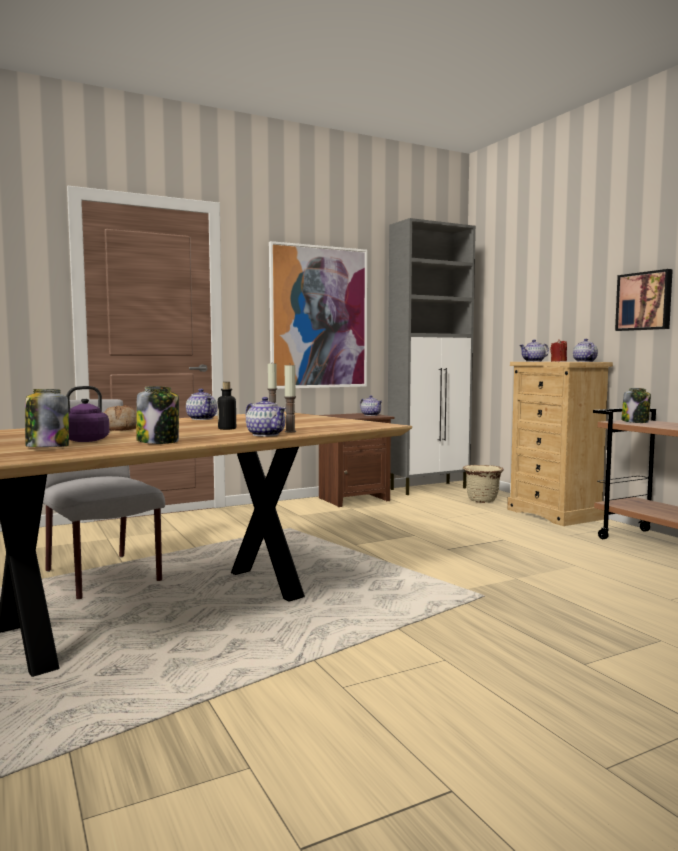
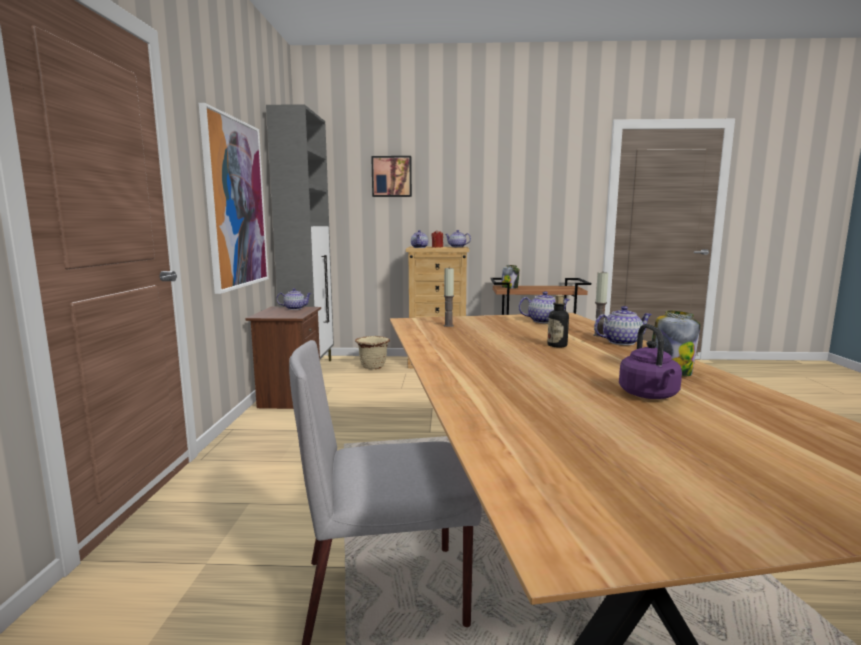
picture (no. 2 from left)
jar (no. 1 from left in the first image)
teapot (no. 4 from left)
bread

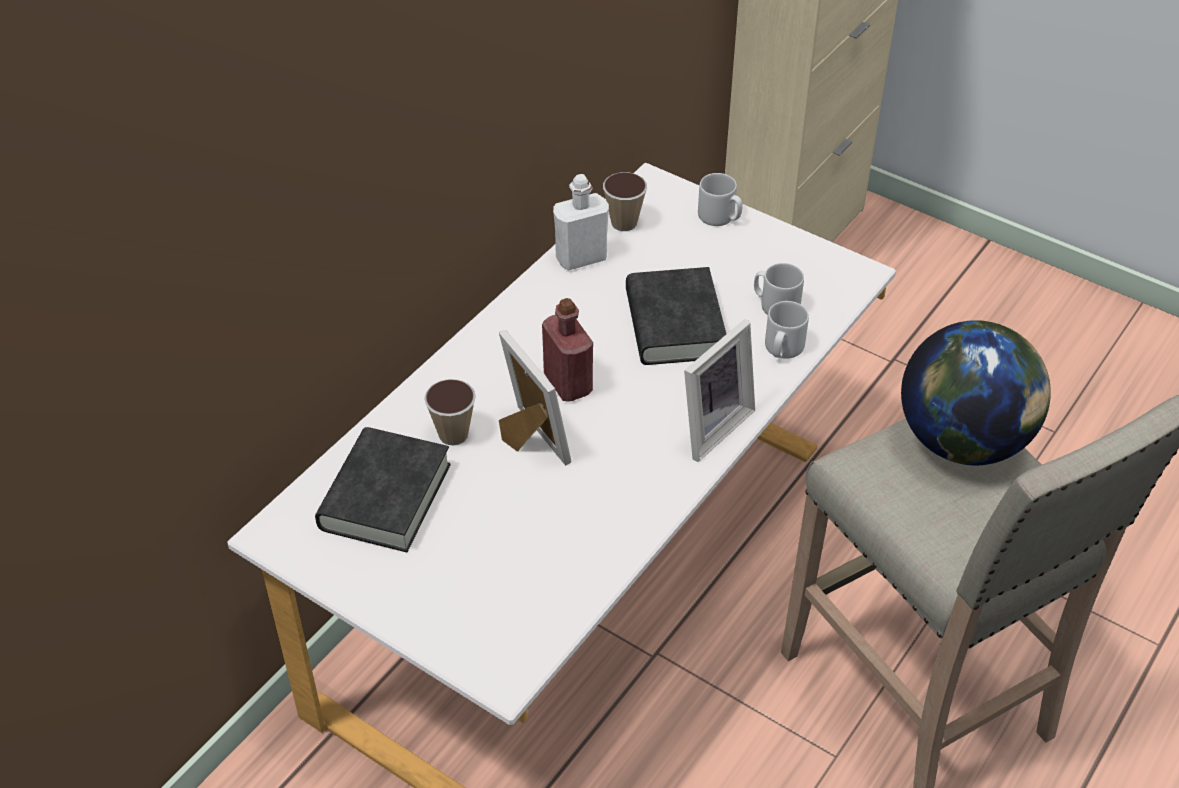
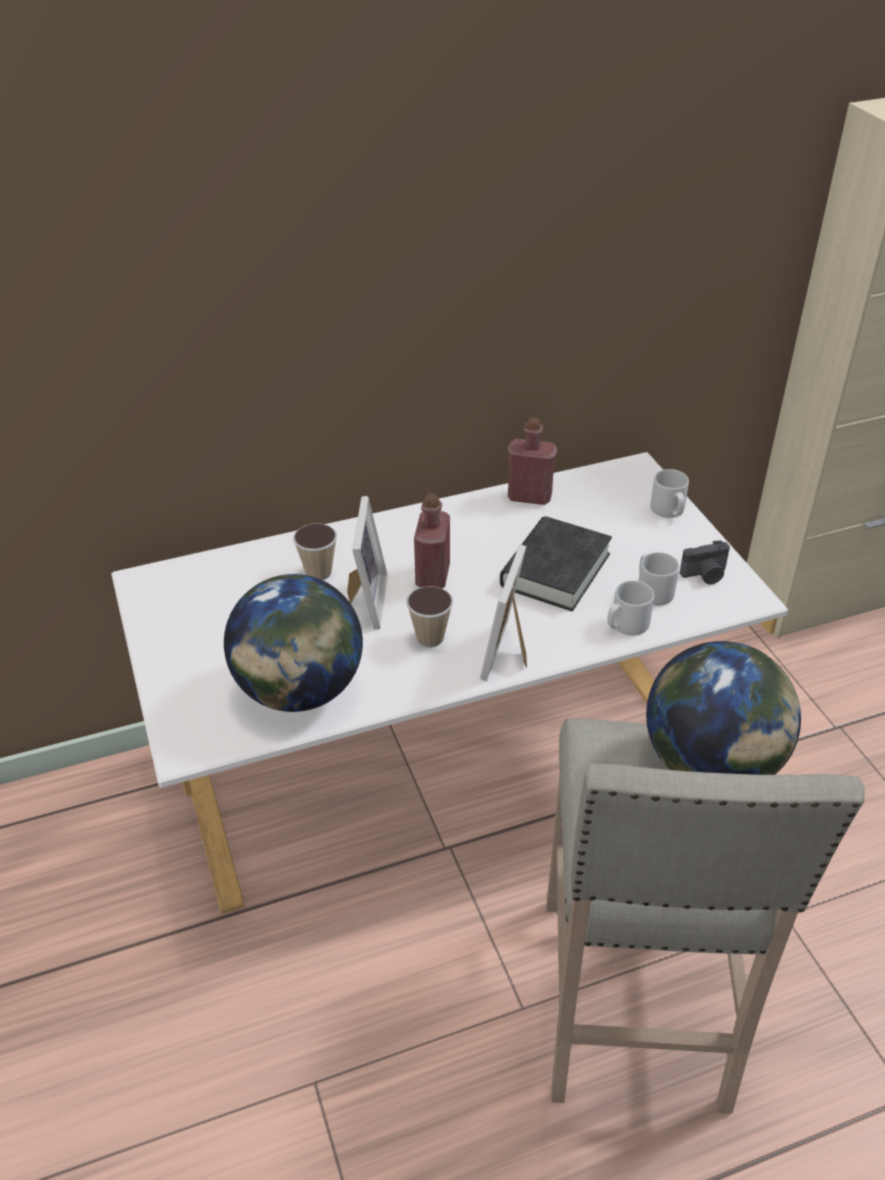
cup (no. 2 from left)
red_bottle (no. 2 from left)
picture_frame (no. 2 from left)
black_book (no. 1 from left in the first image)
photo_camera
globe (no. 1 from left)

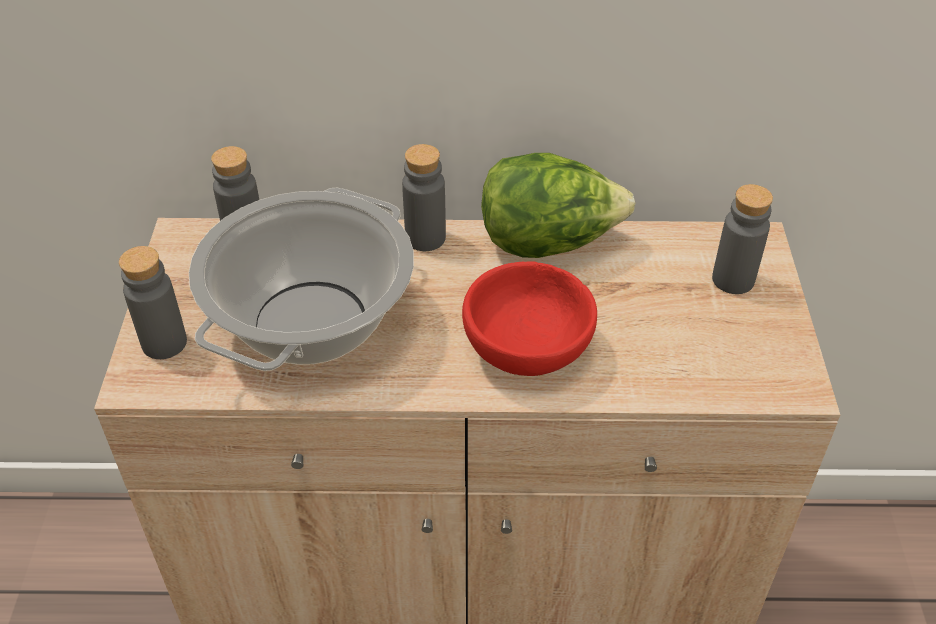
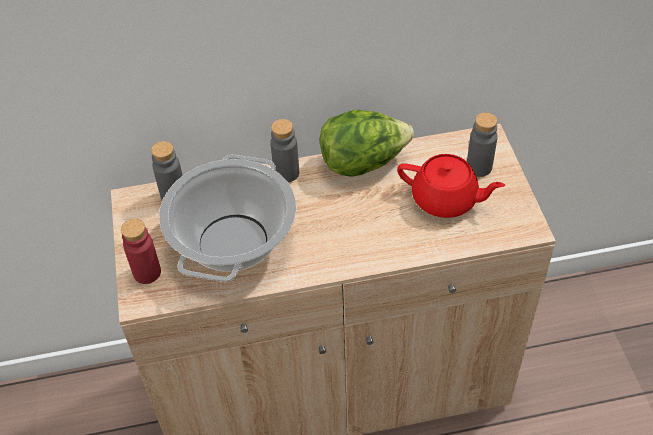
red_bottle
red_bowl
red_teapot

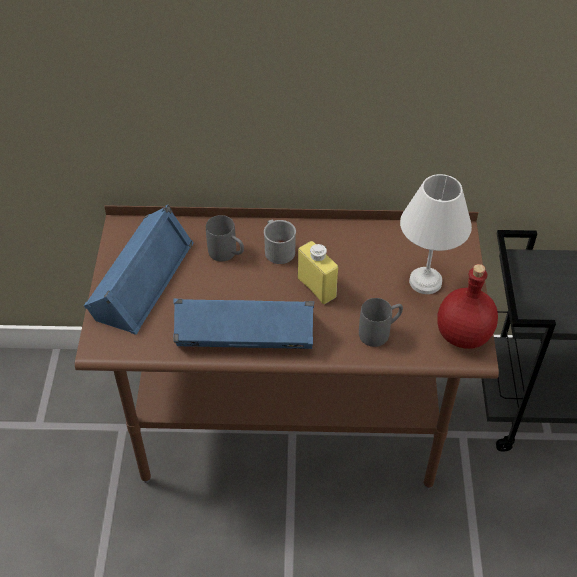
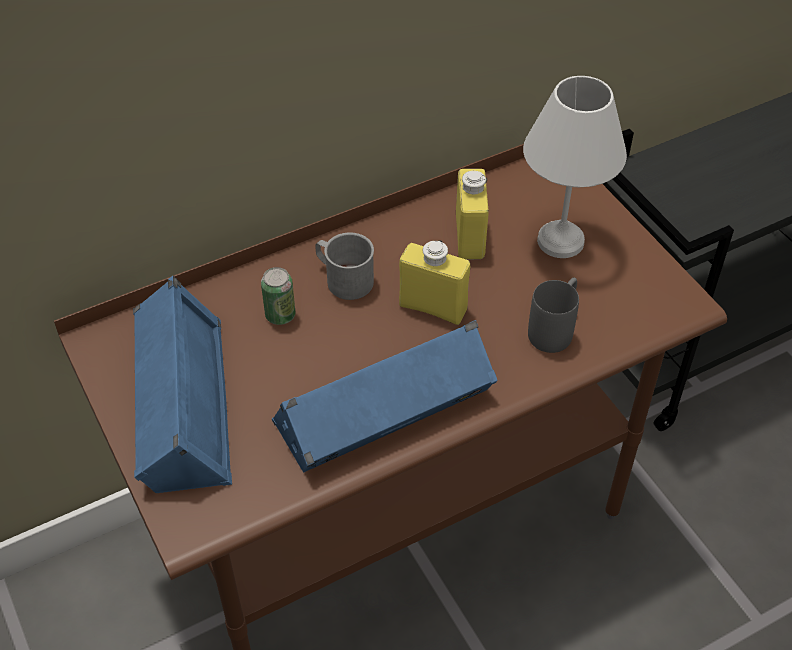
can
red_bottle
yellow_bottle (no. 2 from left)

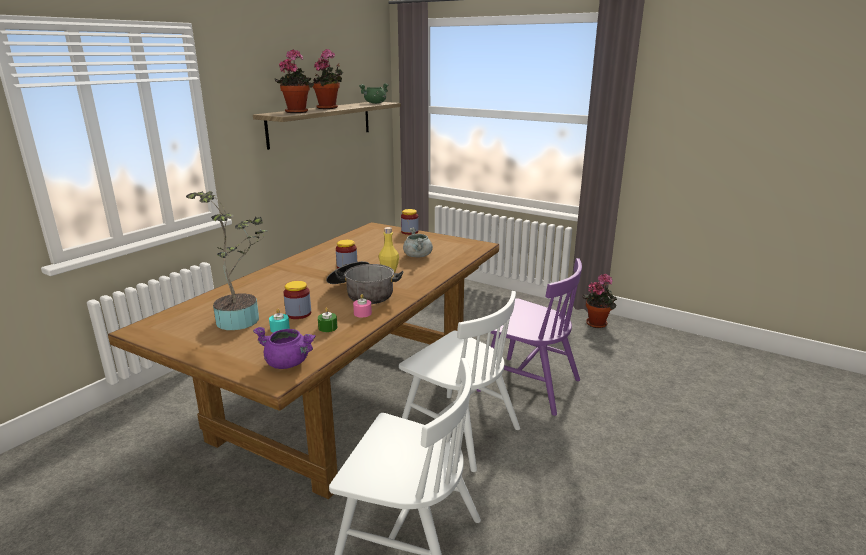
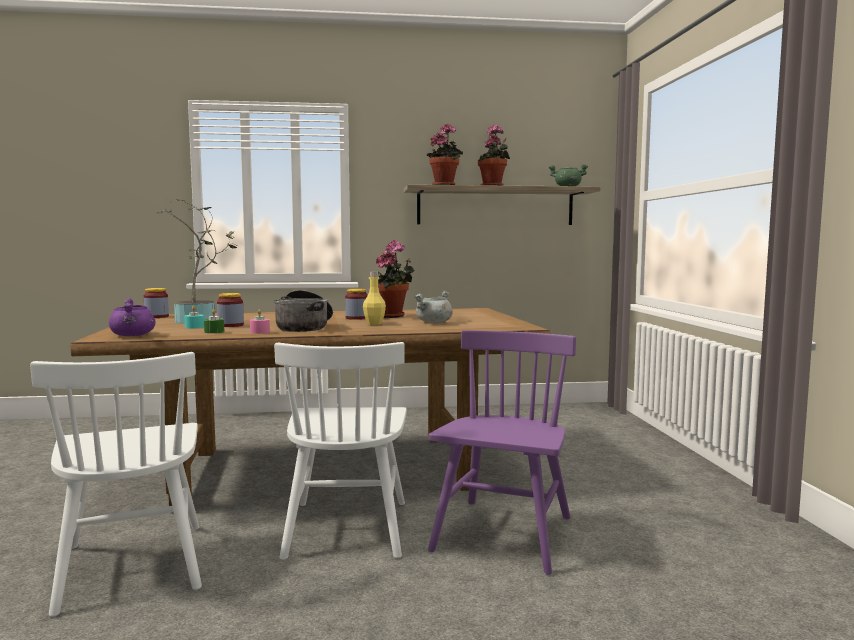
jar (no. 1 from left)
purple_chair
potted_plant (no. 2 from left)

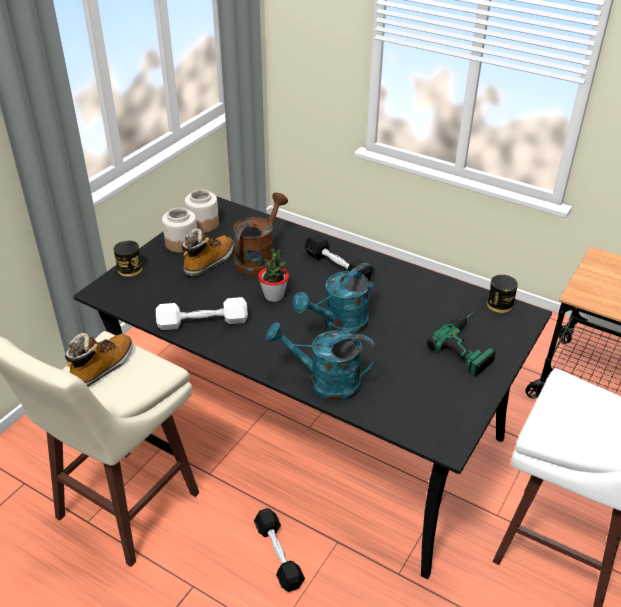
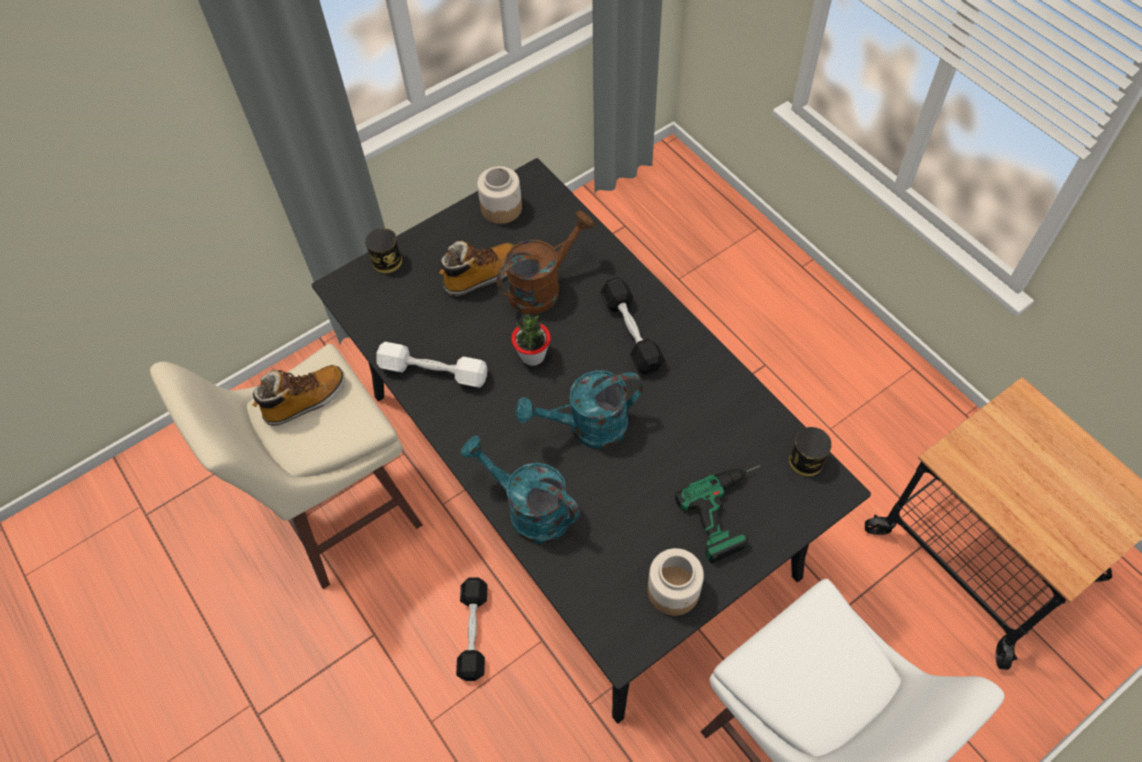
jar (no. 2 from left)

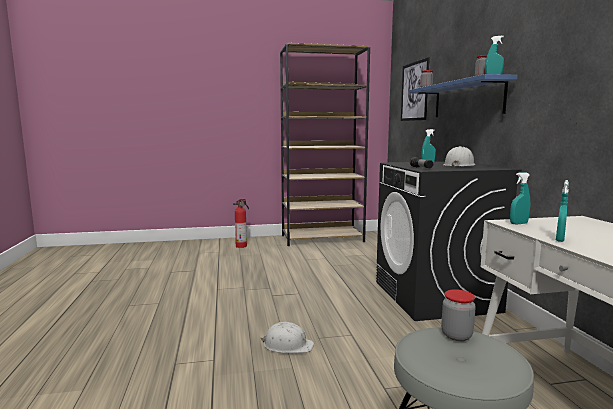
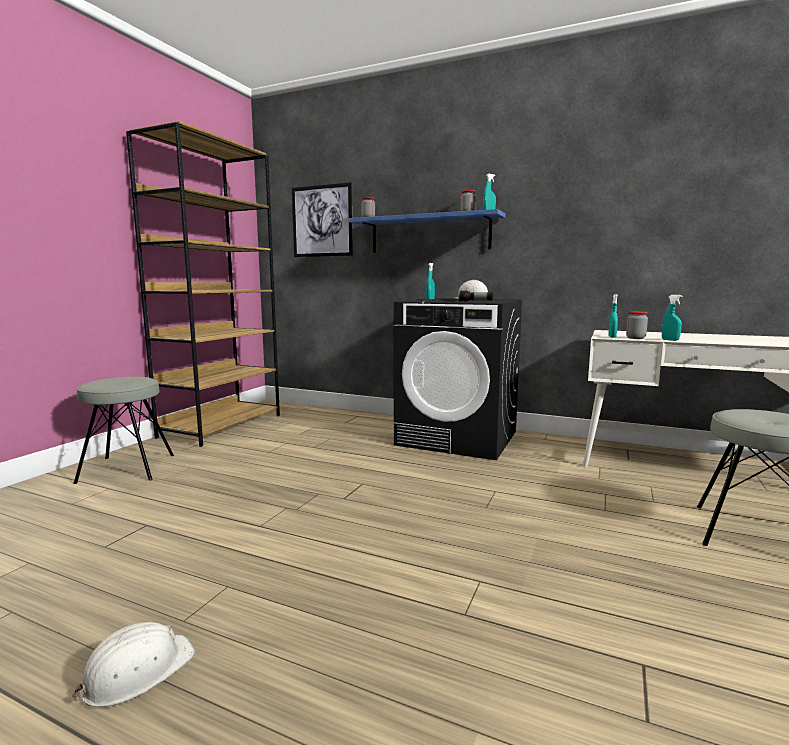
grey_stool (no. 1 from left)
jar (no. 3 from left)
white_hard_hat (no. 1 from left)

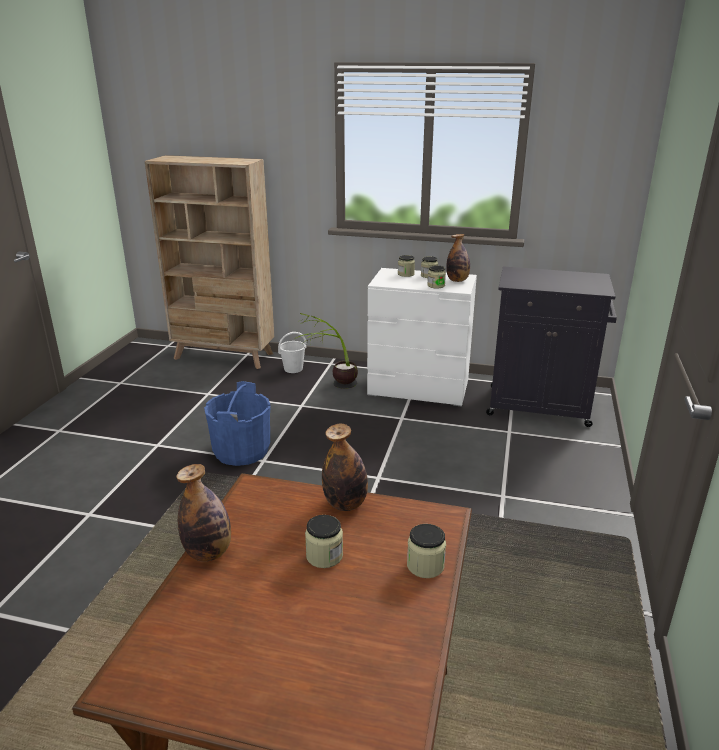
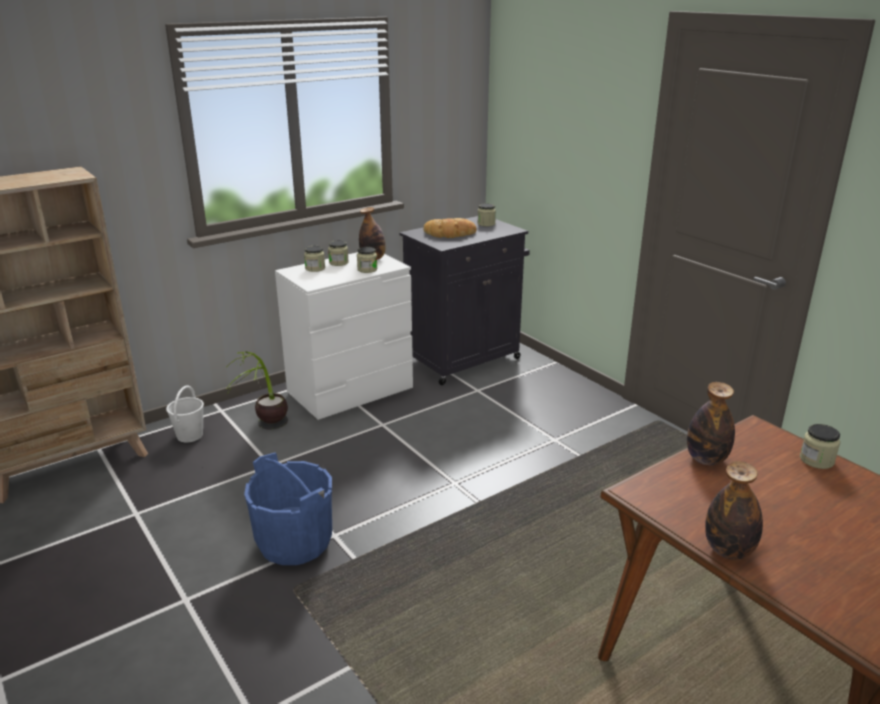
jar (no. 4 from left)
bread

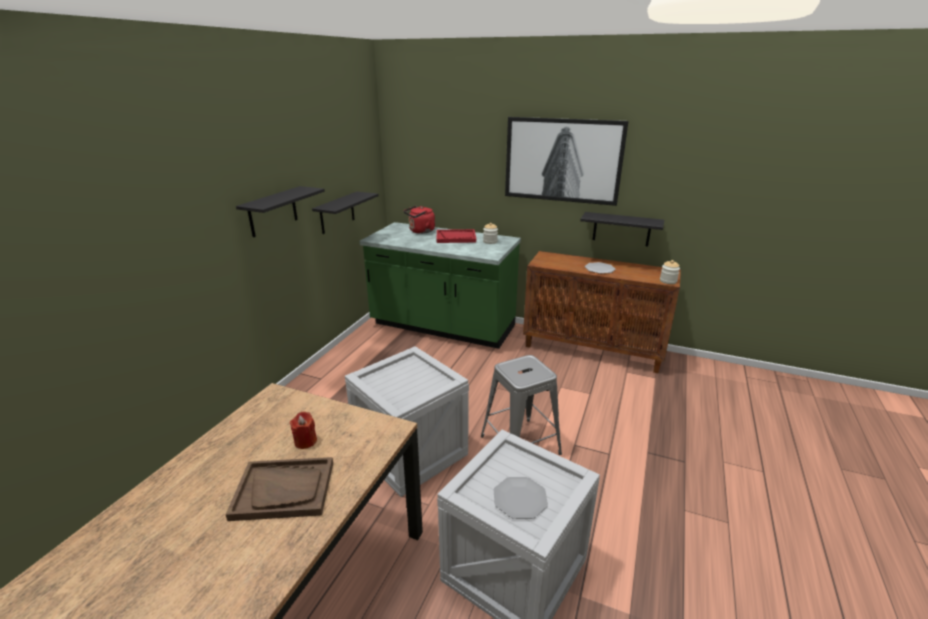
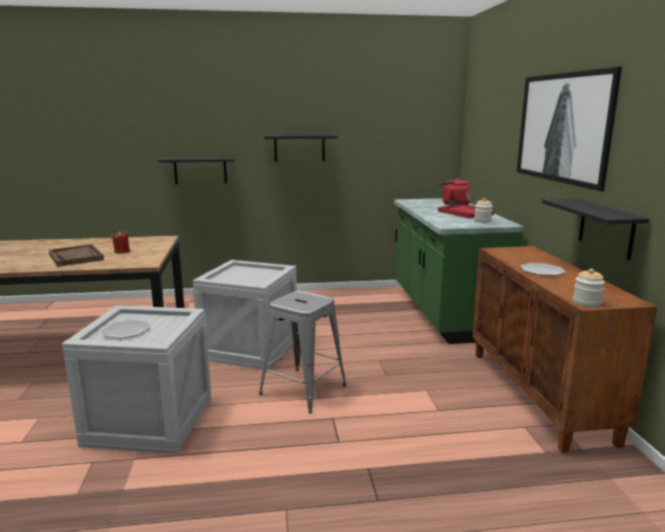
black_shelf (no. 1 from left)

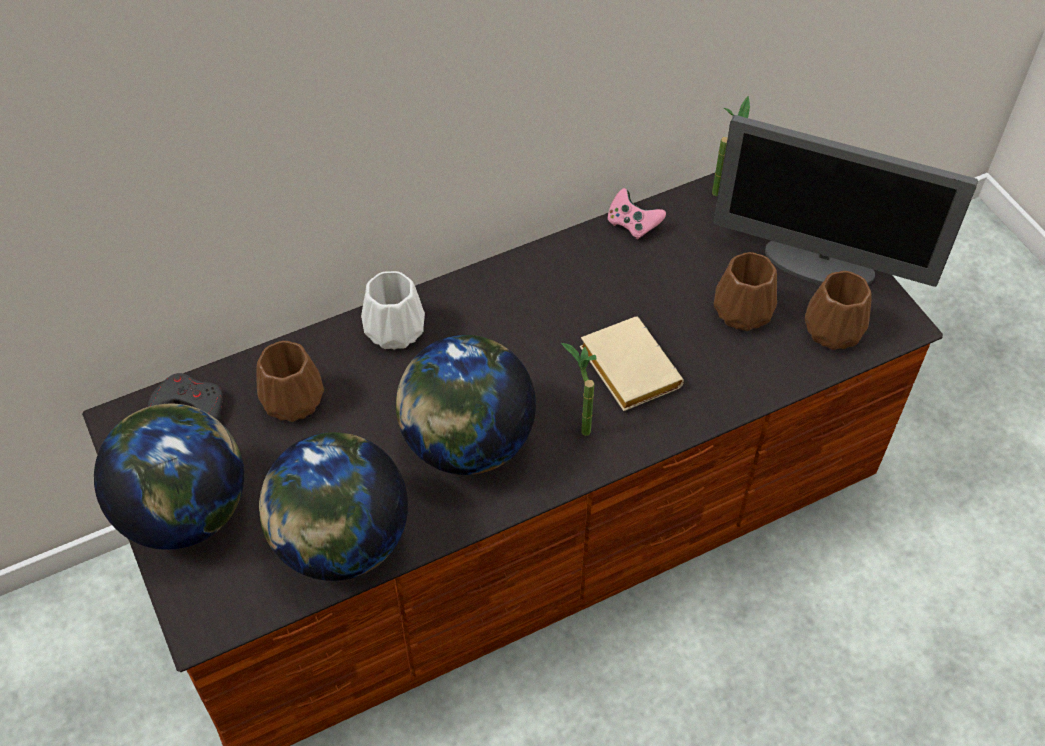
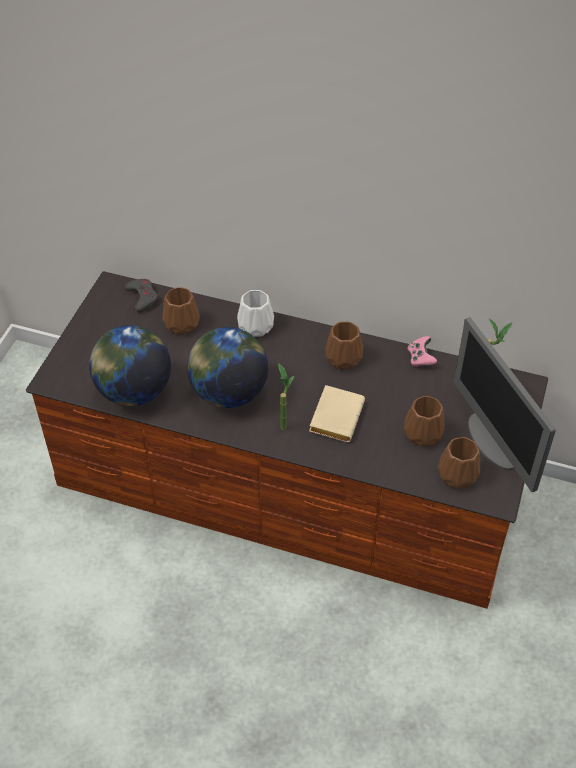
globe (no. 1 from left in the first image)
brown_vase (no. 2 from left)

